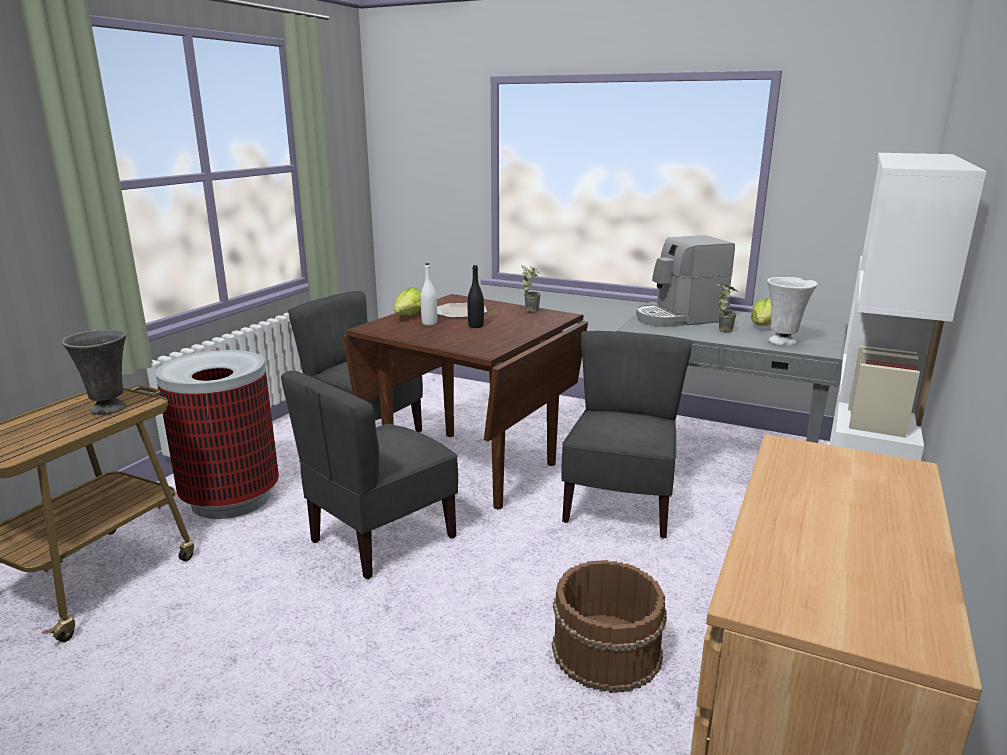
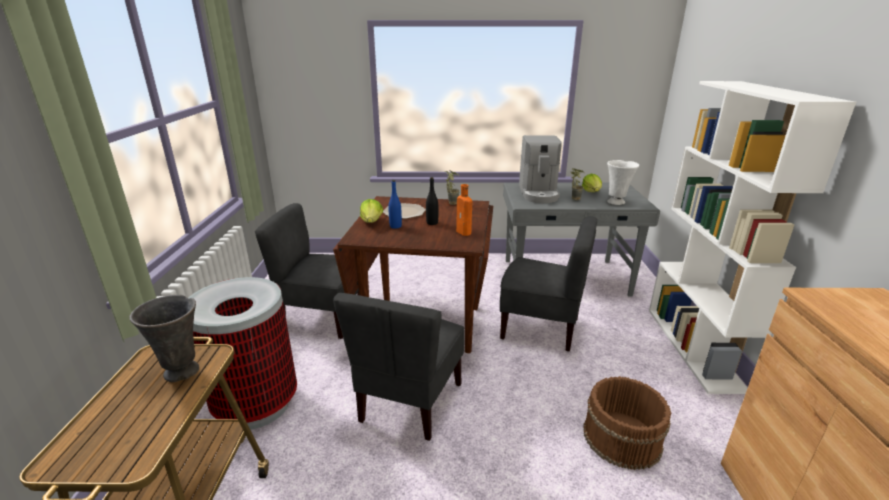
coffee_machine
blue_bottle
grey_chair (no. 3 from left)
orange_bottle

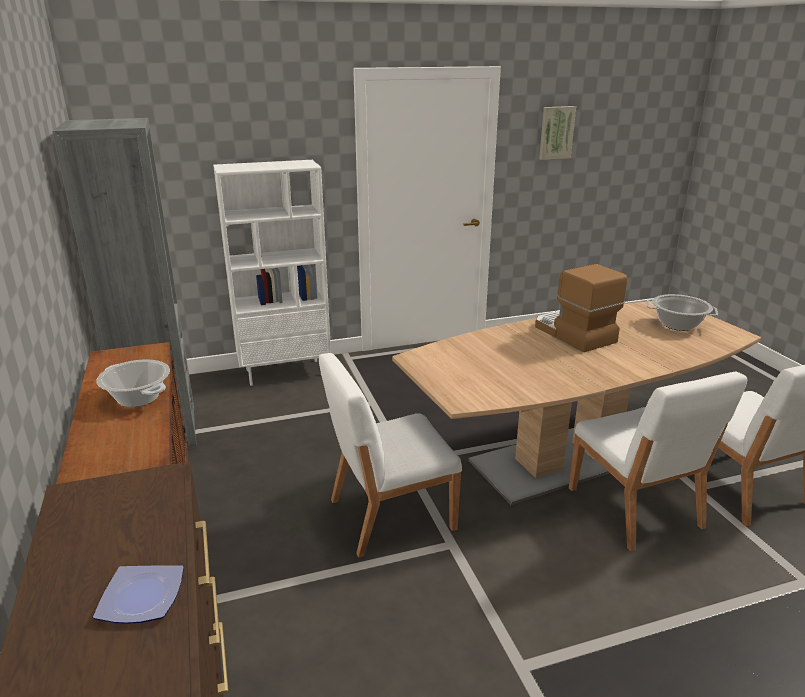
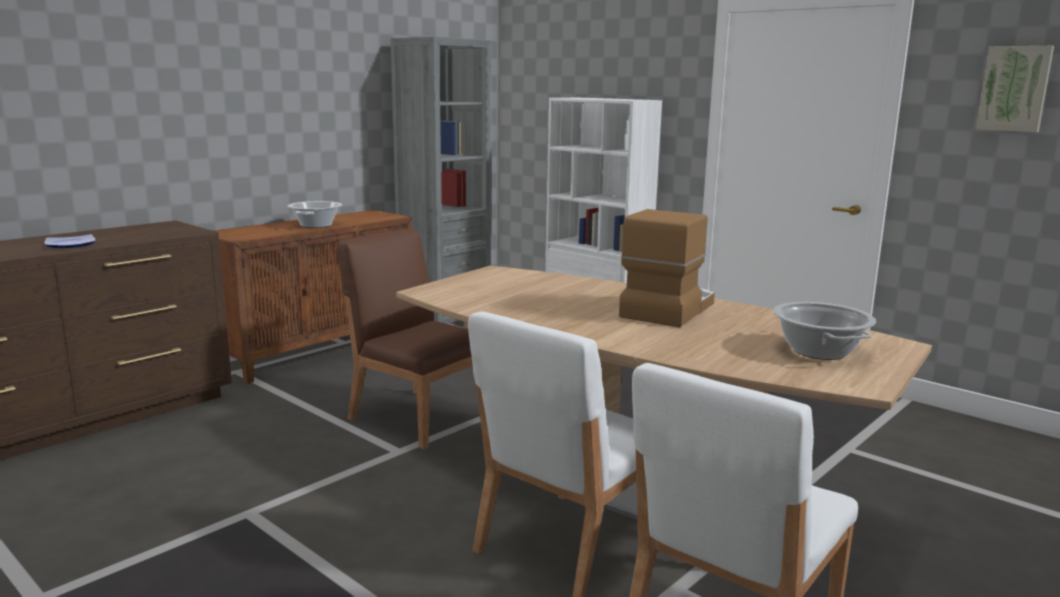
brown_chair

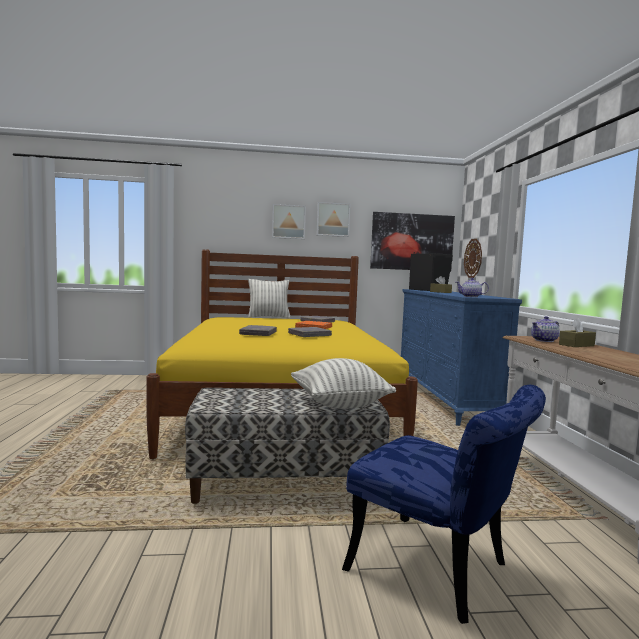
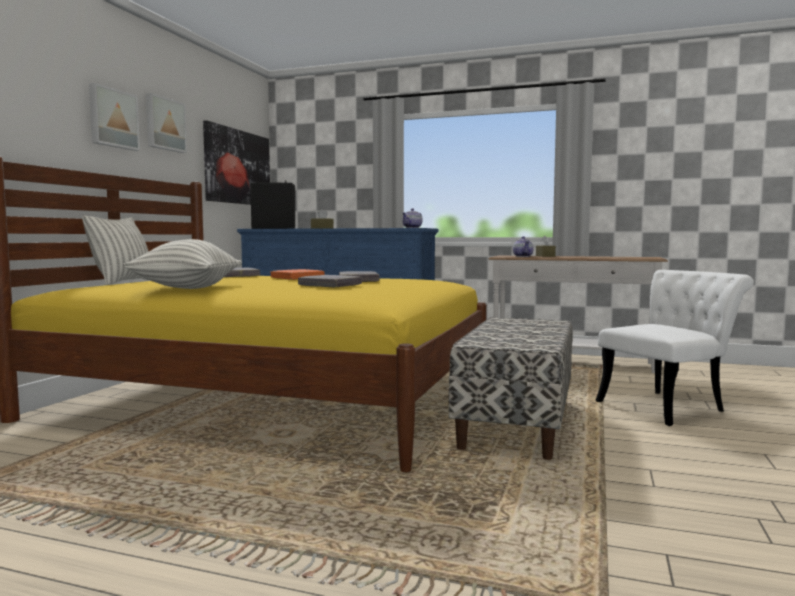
wall_clock
pillow (no. 2 from left)
white_chair

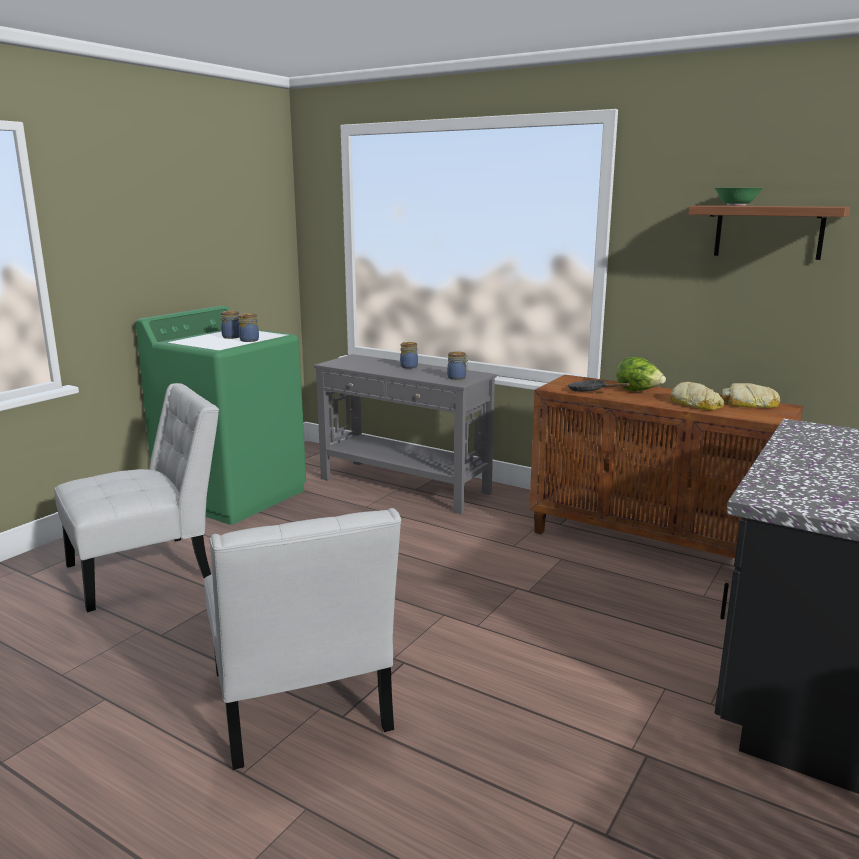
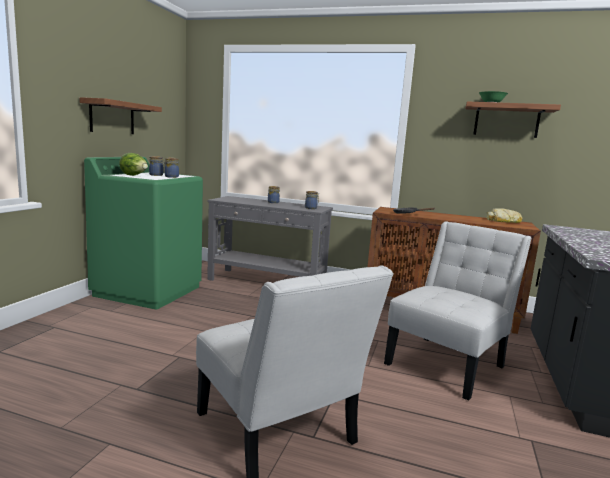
lettuce
bread (no. 1 from left in the first image)
white_chair (no. 2 from left)
shelf (no. 1 from left)

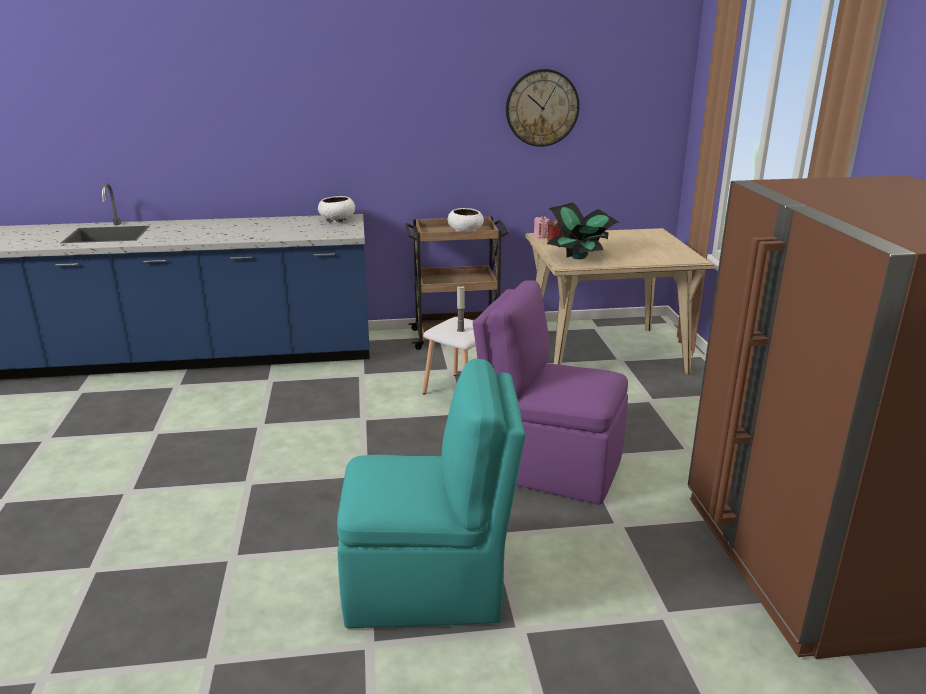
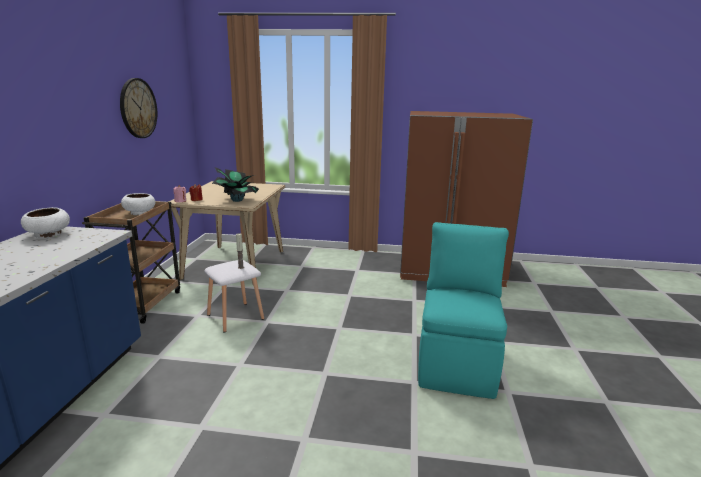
purple_chair

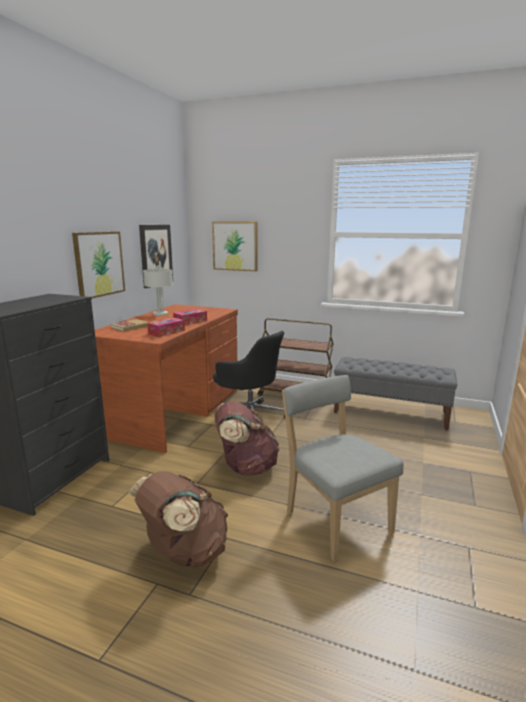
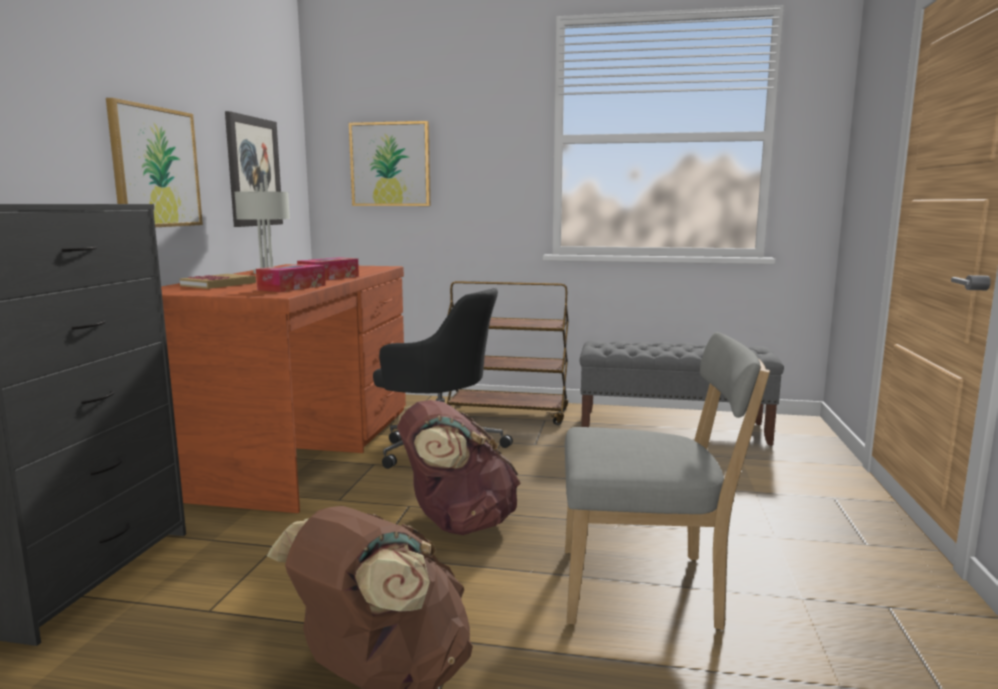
grey_chair

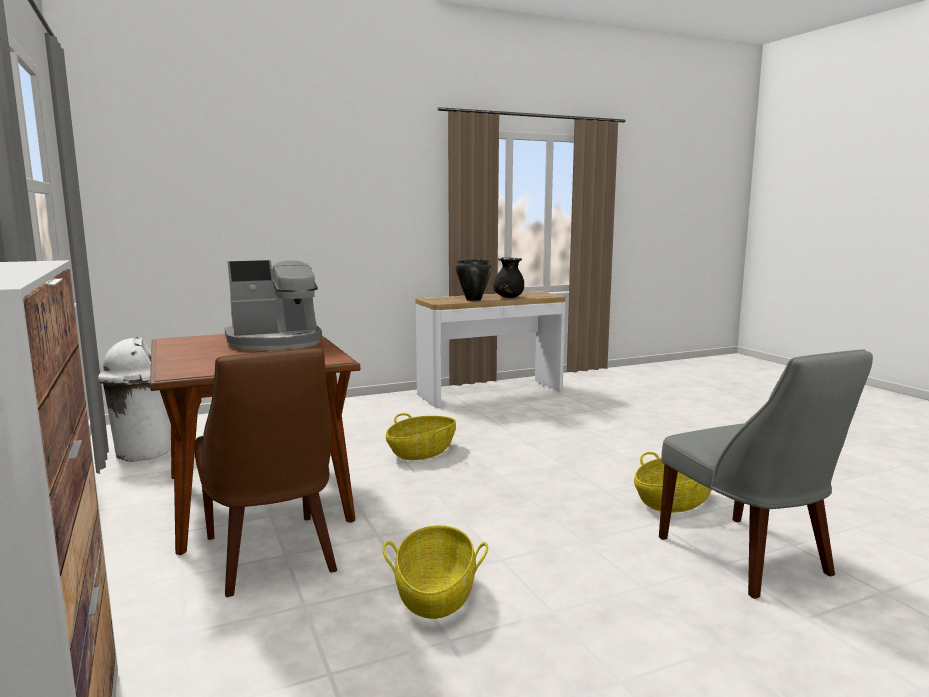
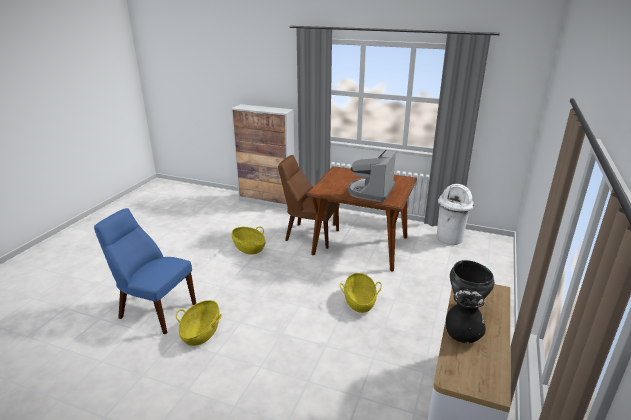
blue_chair

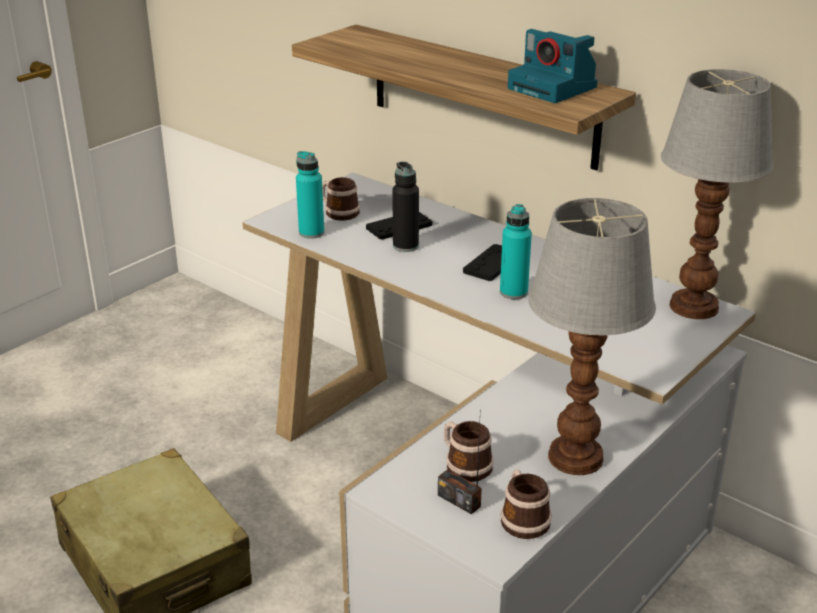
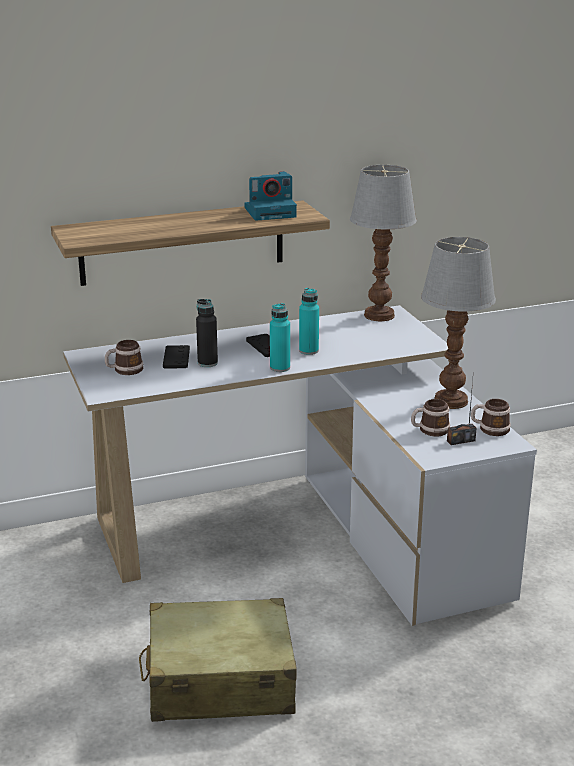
turquoise_bottle (no. 1 from left)

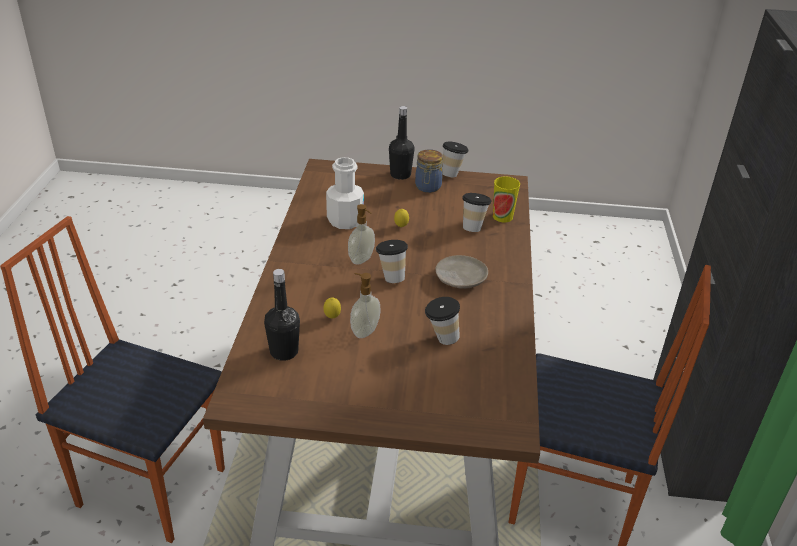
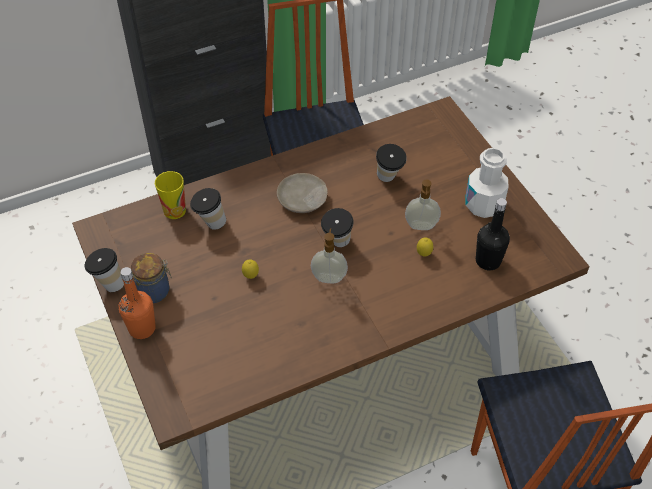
orange_bottle
white_bottle

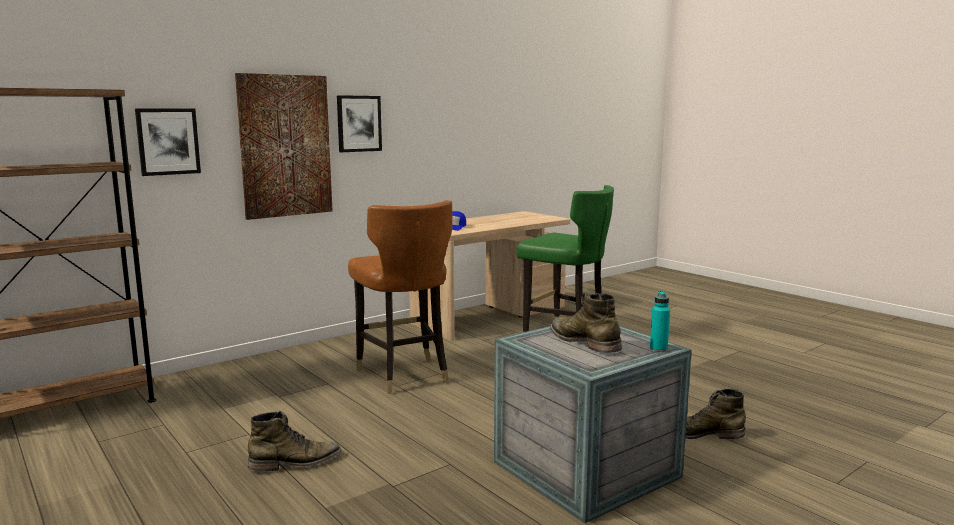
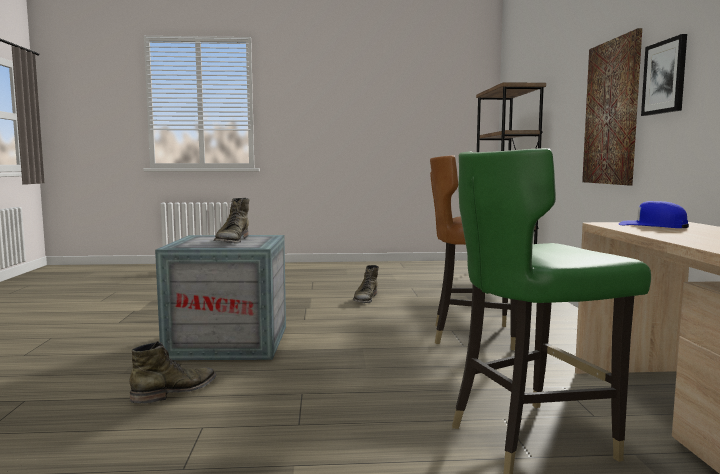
picture (no. 1 from left in the first image)
turquoise_bottle
green_boot (no. 2 from left)

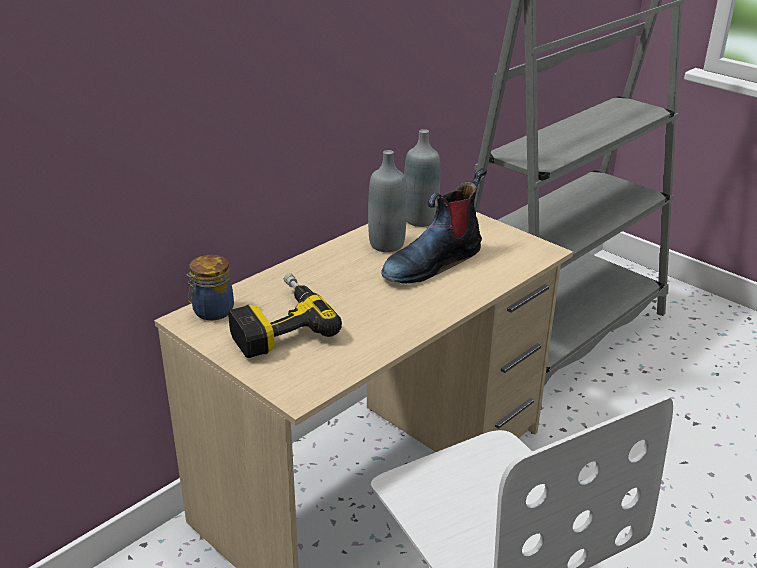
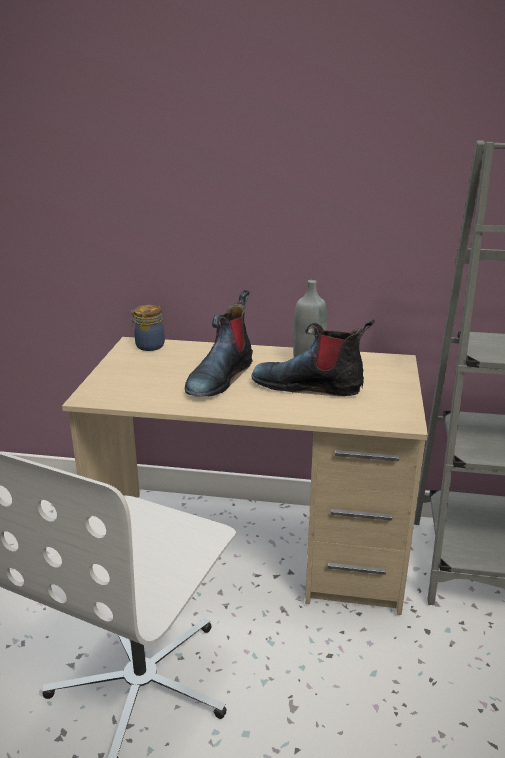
grey_bottle (no. 2 from left in the first image)
power_drill
boot (no. 1 from left)

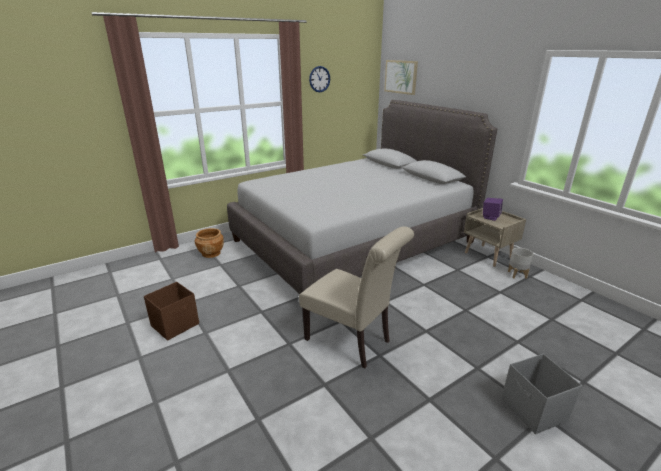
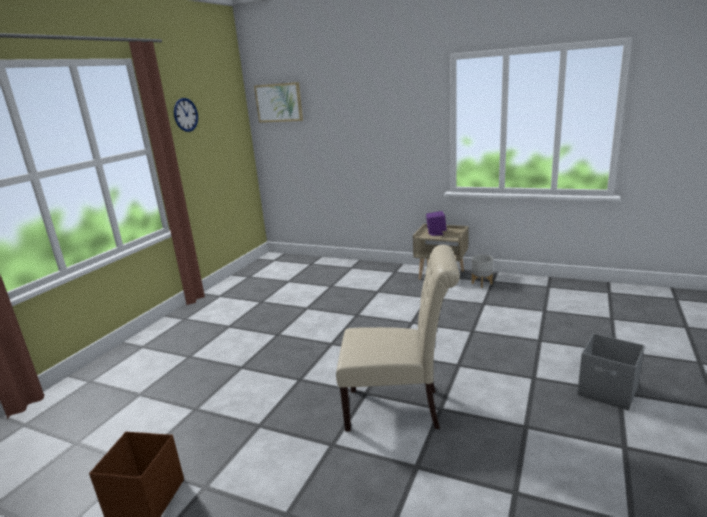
grey_bed
brown_planter

